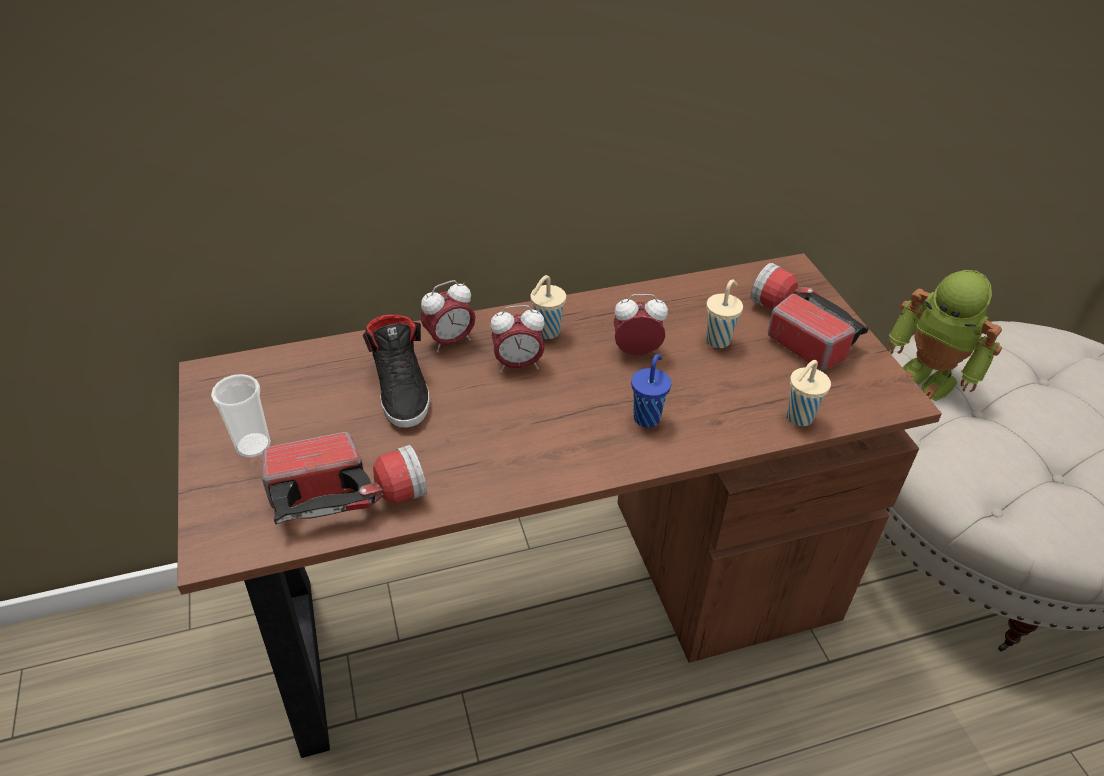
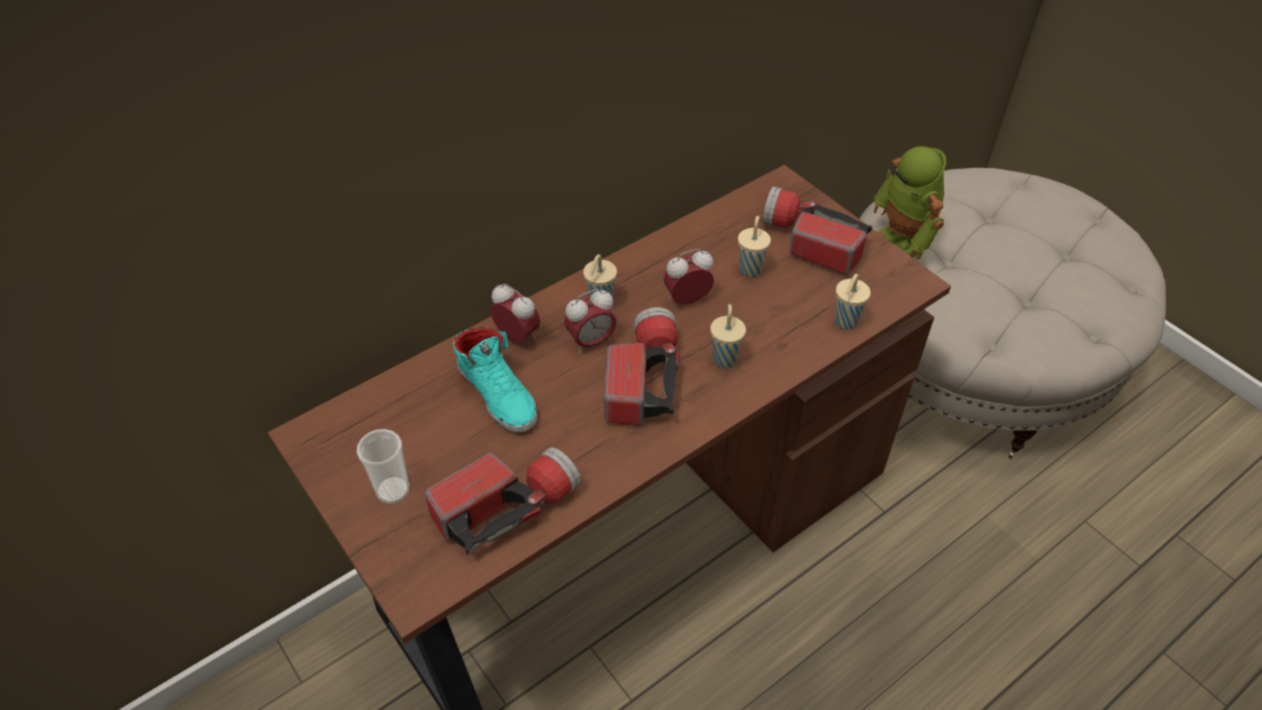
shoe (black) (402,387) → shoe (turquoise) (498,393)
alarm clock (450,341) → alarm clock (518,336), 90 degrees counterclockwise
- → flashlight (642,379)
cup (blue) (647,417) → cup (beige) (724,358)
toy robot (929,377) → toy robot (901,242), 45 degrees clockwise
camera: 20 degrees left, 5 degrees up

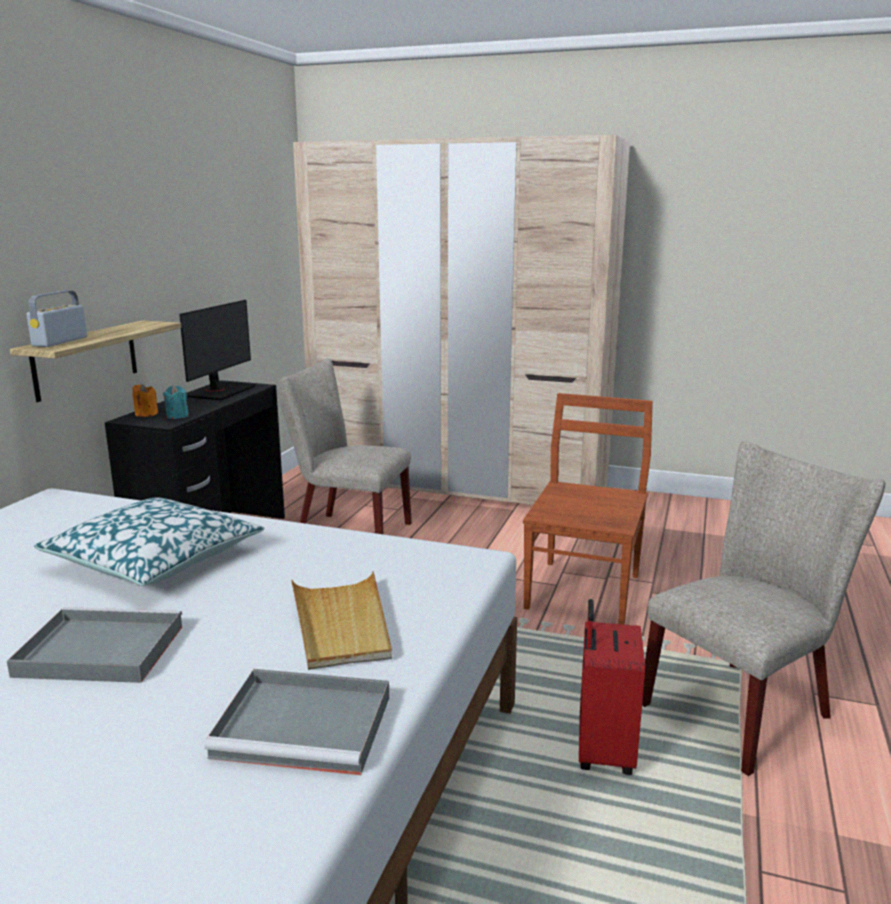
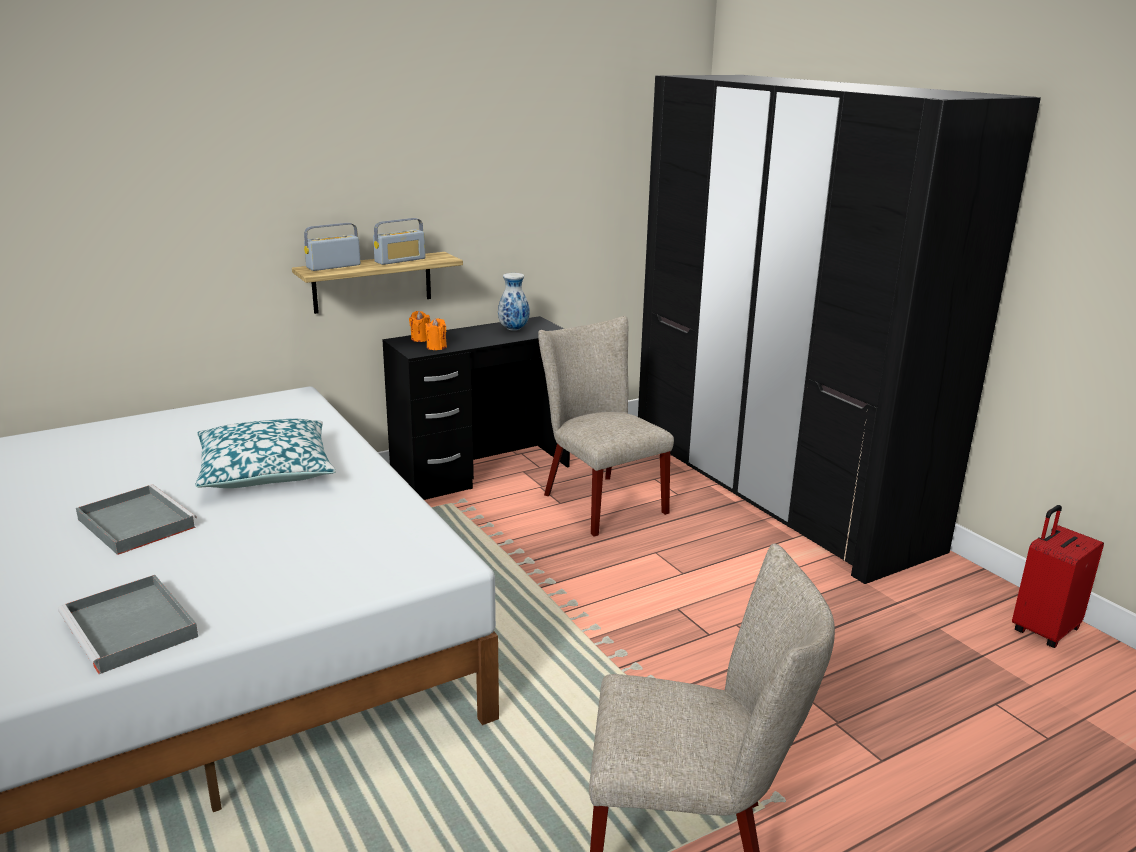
- → radio (400,260)
candle (turquoise) (177,416) → candle (orange) (436,347)
monitor (219,391) → vase (513,329)
wardrobe (beige) (459,487) → wardrobe (black) (775,491)
suitcase (red) (602,752) → suitcase (red) (1043,630), moved
tray (beige) (341,624) → -
chair (brown) (584,589) → -
camera: 40 degrees right, 5 degrees up

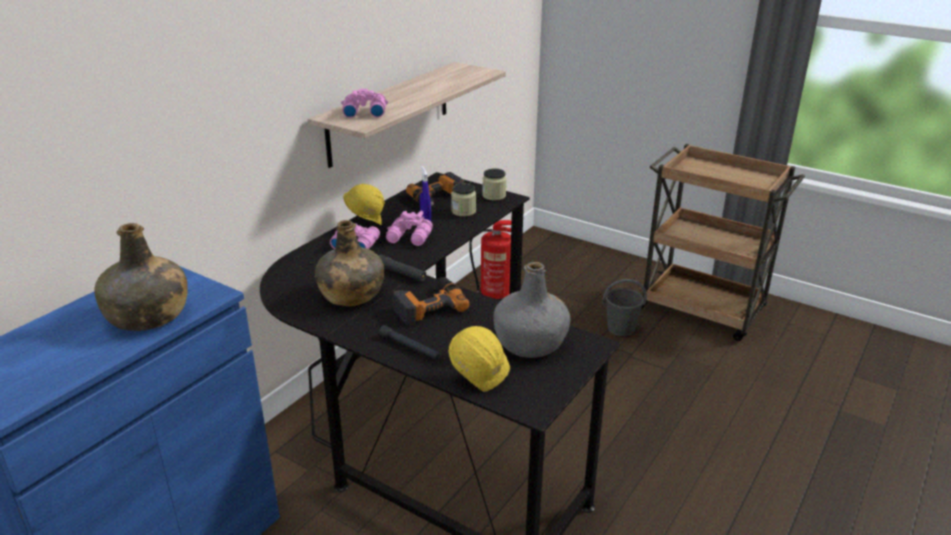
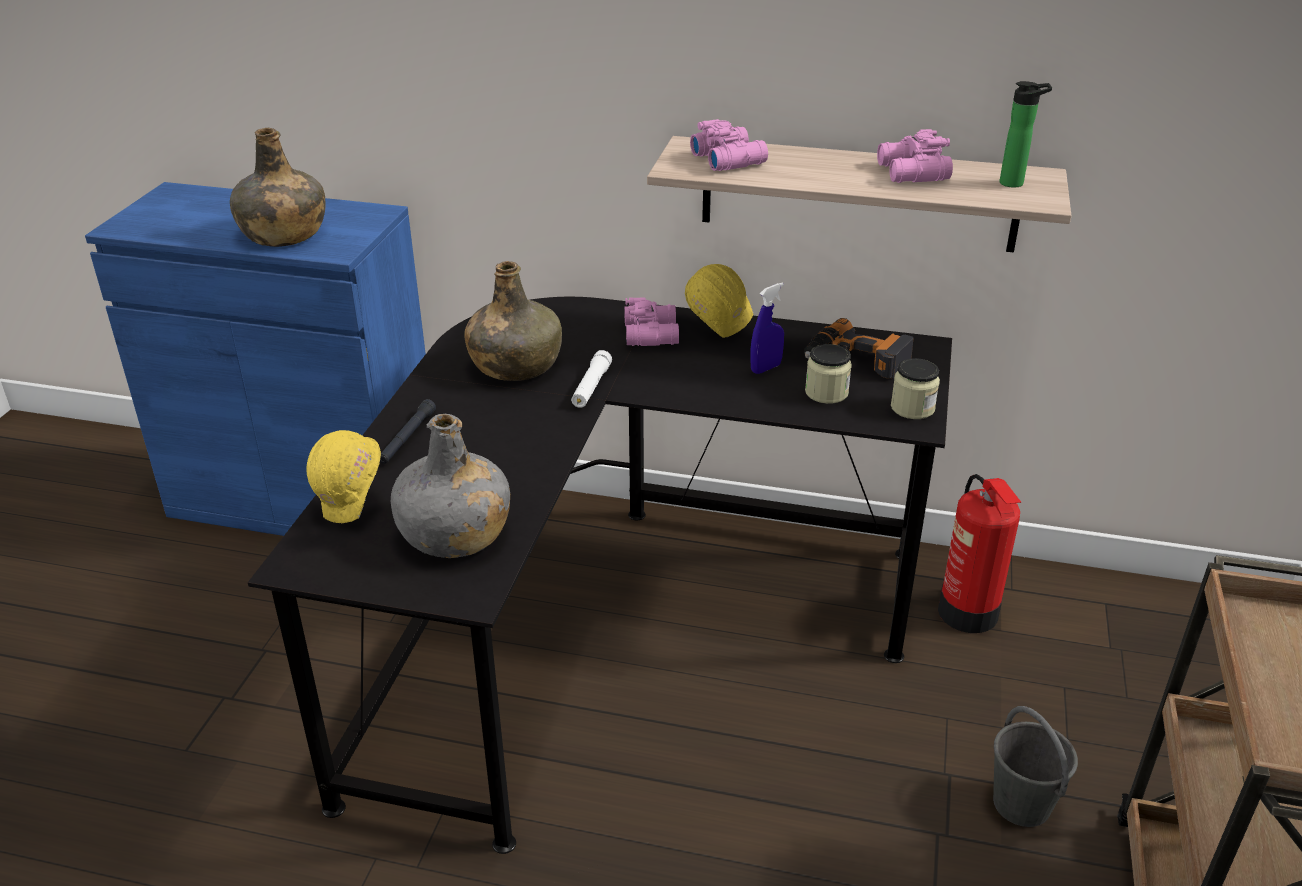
flashlight (black) (401,273) → flashlight (white) (591,387)
binoculars (pink) (410,238) → binoculars (pink) (911,173), moved
- → bottle (1015,183)
power drill (428,305) → -
camera: 70 degrees right, 5 degrees up

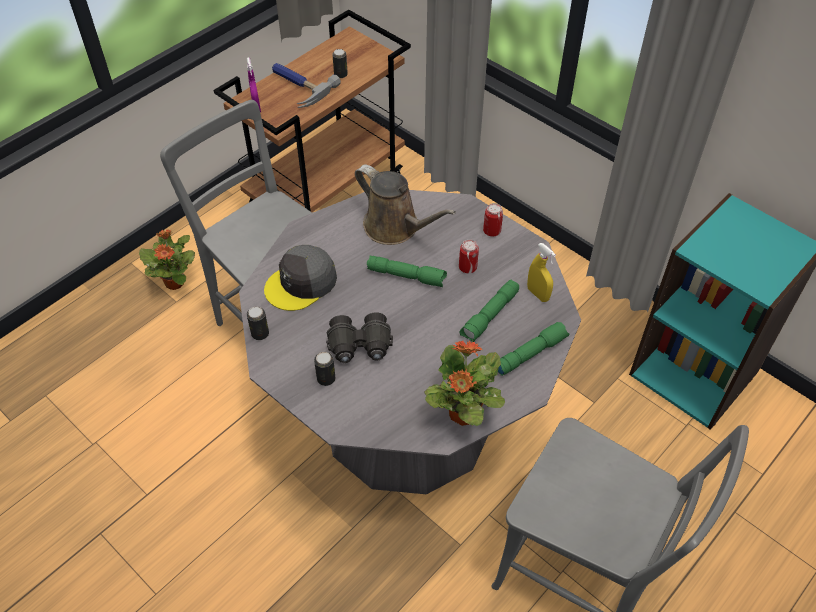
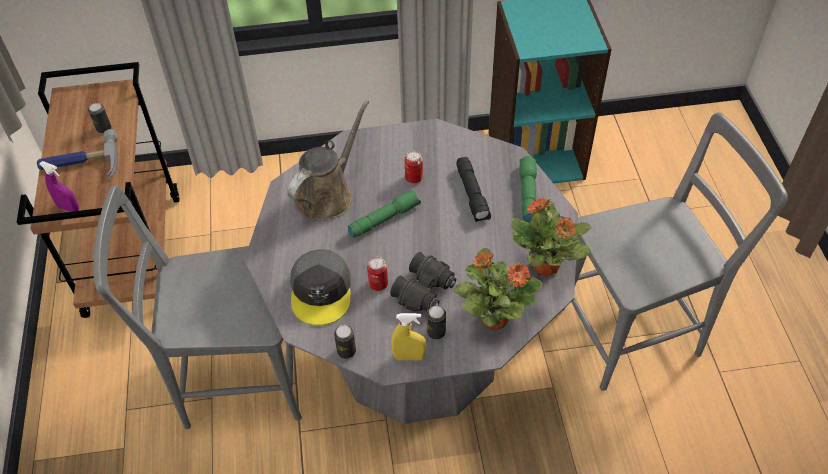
watering can (brown) (395,227) → watering can (brown) (327,195), 45 degrees counterclockwise
can (492,231) → can (378,284), moved
spray bottle (yellow) (538,294) → spray bottle (yellow) (409,356), moved
potted plant (175,282) → potted plant (493,318), moved
flashlight (green) (490,316) → flashlight (black) (473,194)
camera: 50 degrees left, 0 degrees up

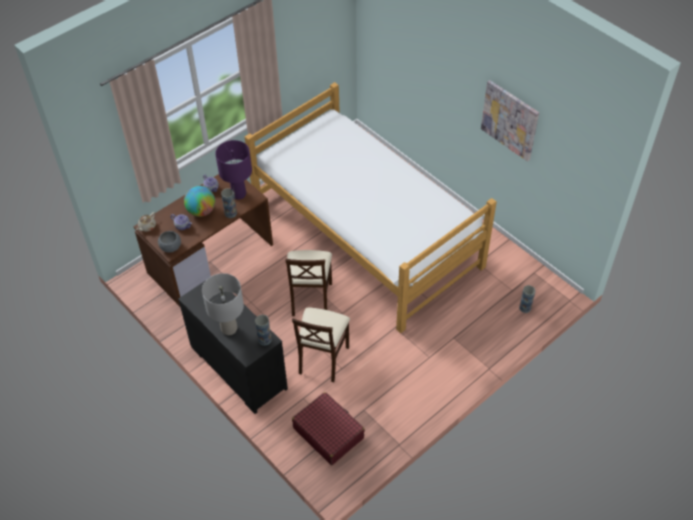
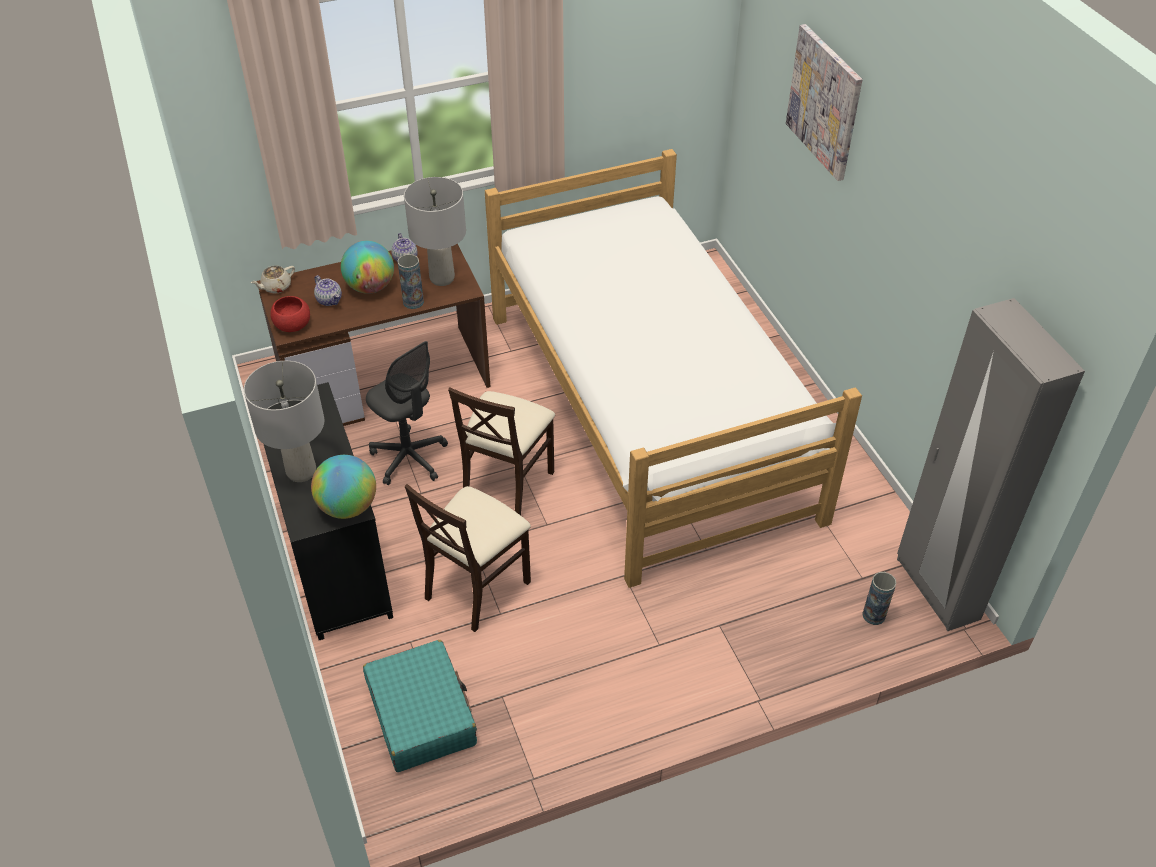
bowl (grey) (170,247) → bowl (red) (292,325)
vase (264,339) → globe (348,507)
suitcase (red) (328,432) → suitcase (turquoise) (421,714)
- → office chair (grey) (409,458)
table lamp (purple) (239,194) → table lamp (grey) (442,278)
picture (510,120) → picture (824,102), moved
- → wardrobe (grey) (936,589)
camera: 20 degrees right, 5 degrees down

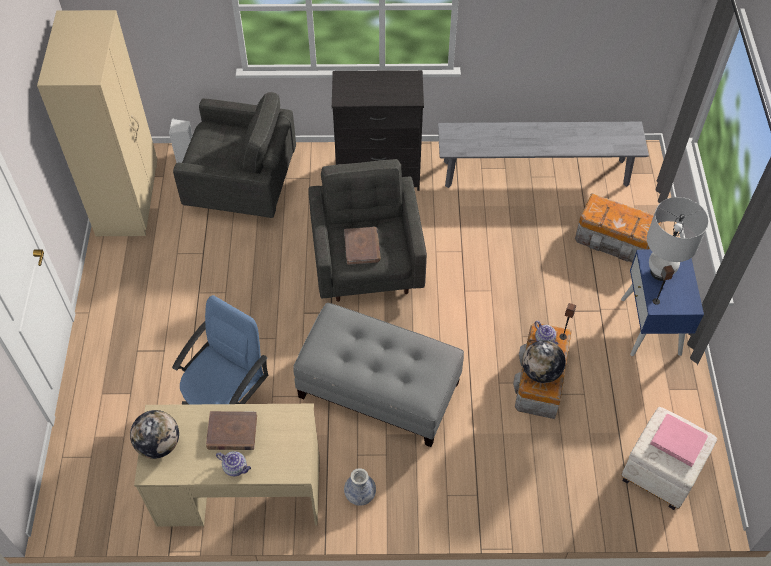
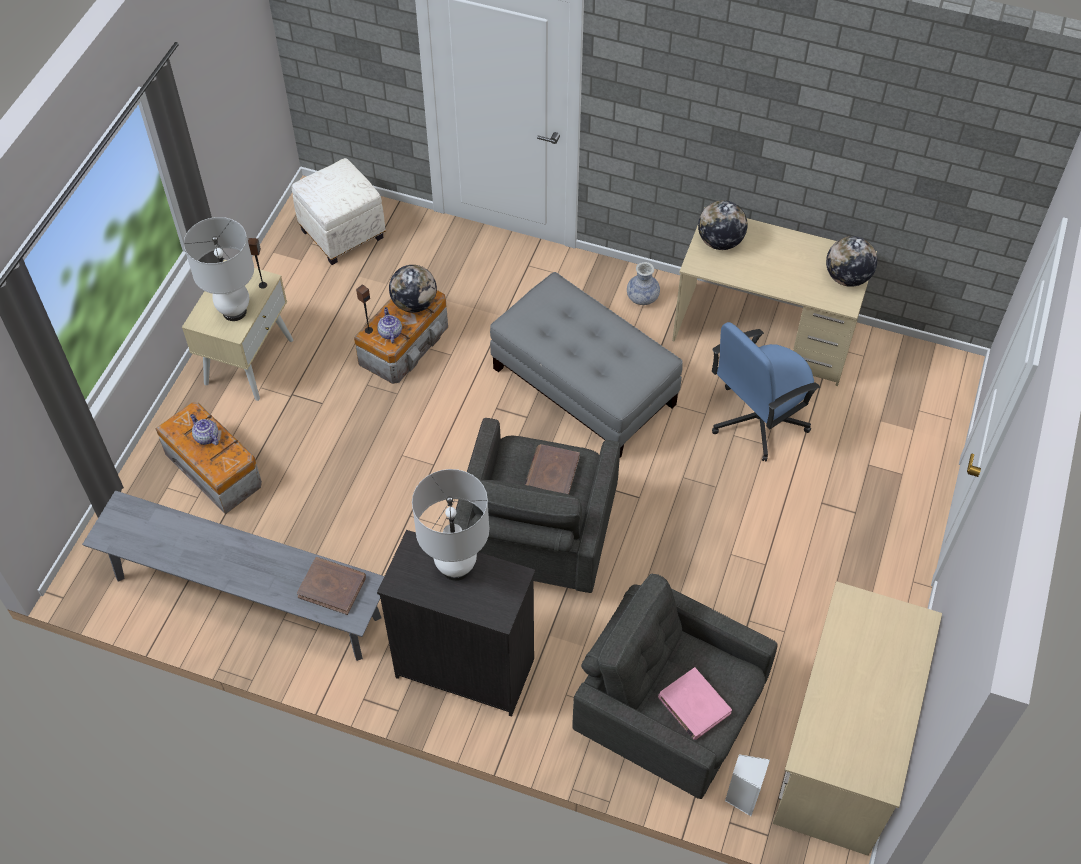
nightstand (blue) (651,326) → nightstand (beige) (249,361)
teapot (236,467) → teapot (206,437), moved
book (brown) (232,432) → book (brown) (332,587), moved
- → table lamp (white) (456,568)
book (pink) (678,440) → book (pink) (693,705), moved
- → globe (720,242)
wardrobe (beige) (128,199) → desk (beige) (842,746)
camera: 160 degrees left, 0 degrees up

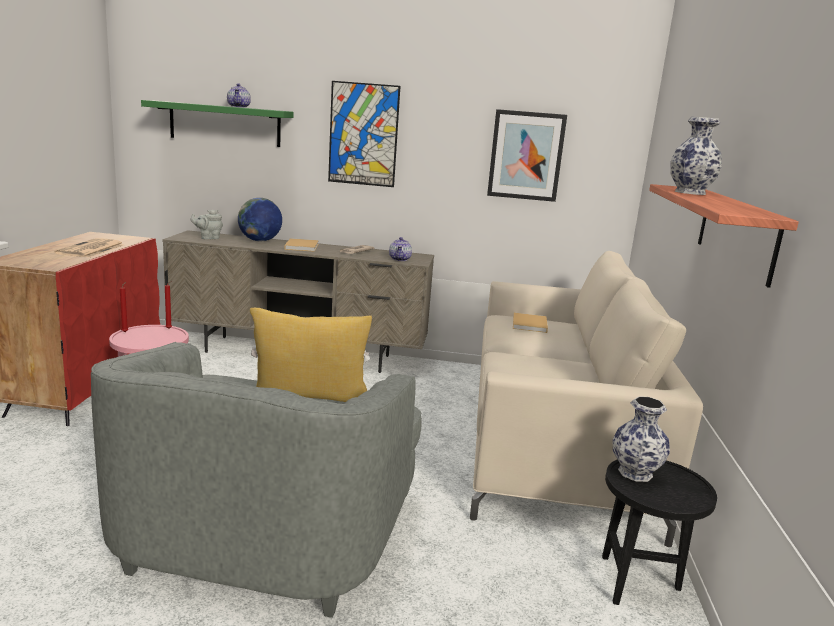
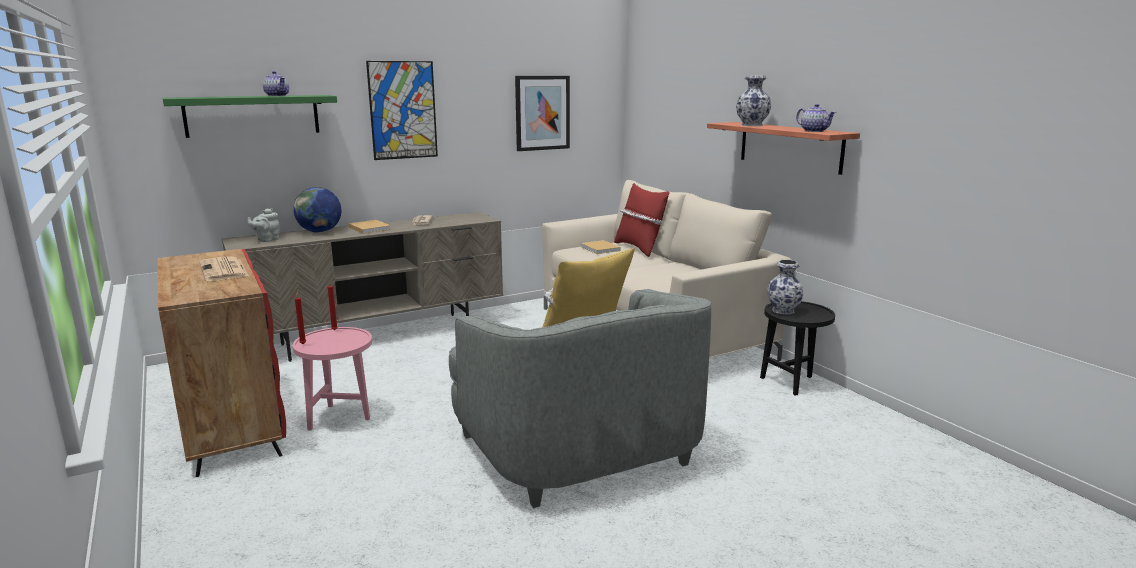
- → pillow (red) (639,248)
teapot (400,259) → teapot (814,131), moved
camera: 35 degrees left, 0 degrees up

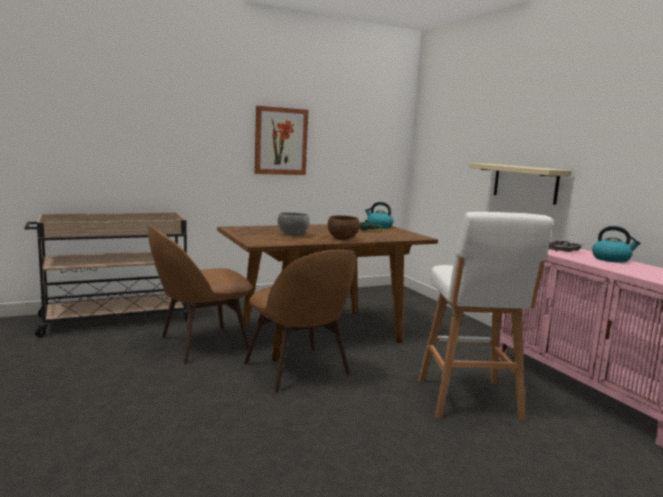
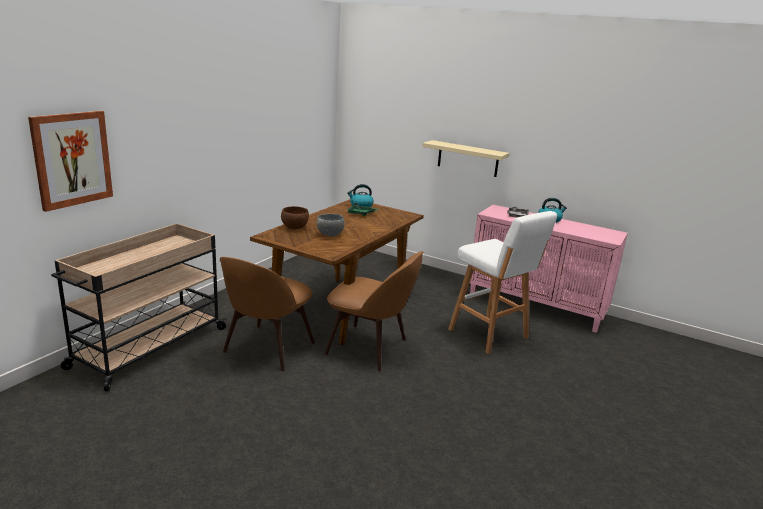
picture (281,141) → picture (72,159), moved
bowl (brown) (342,239) → bowl (brown) (294,227), moved
camera: 35 degrees left, 10 degrees up

